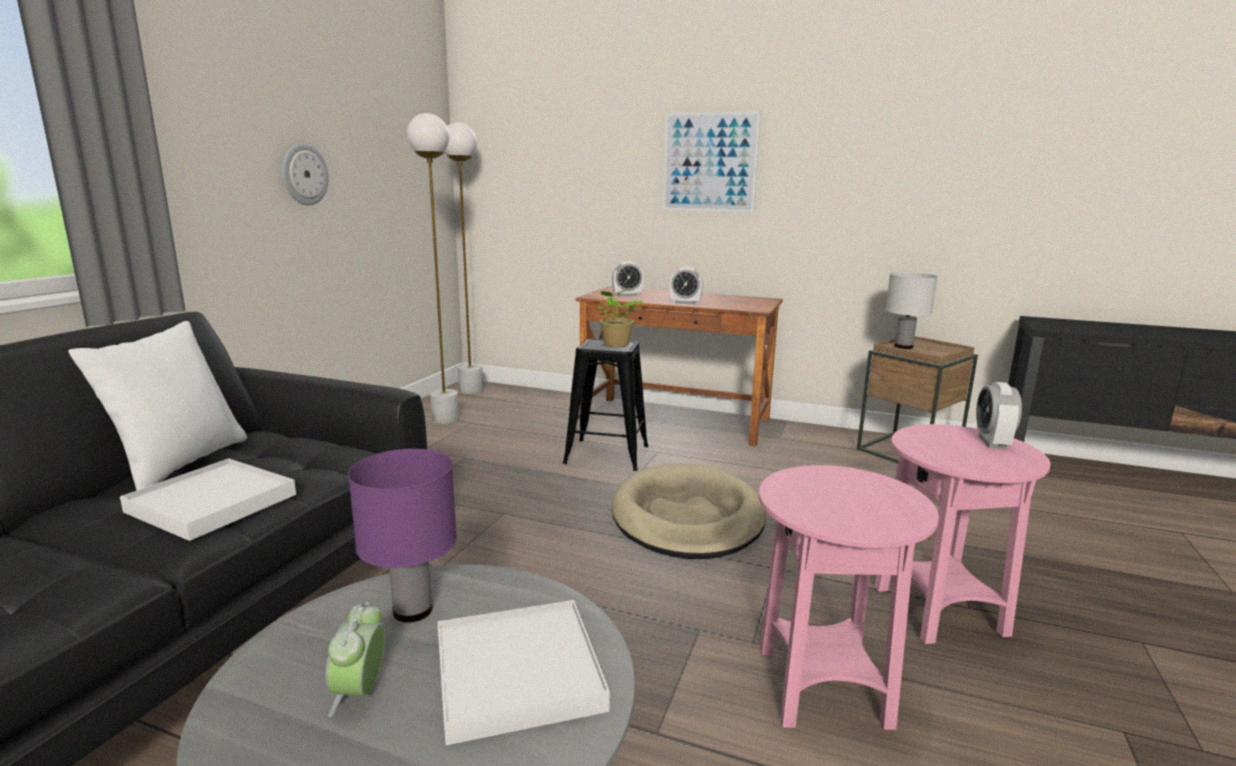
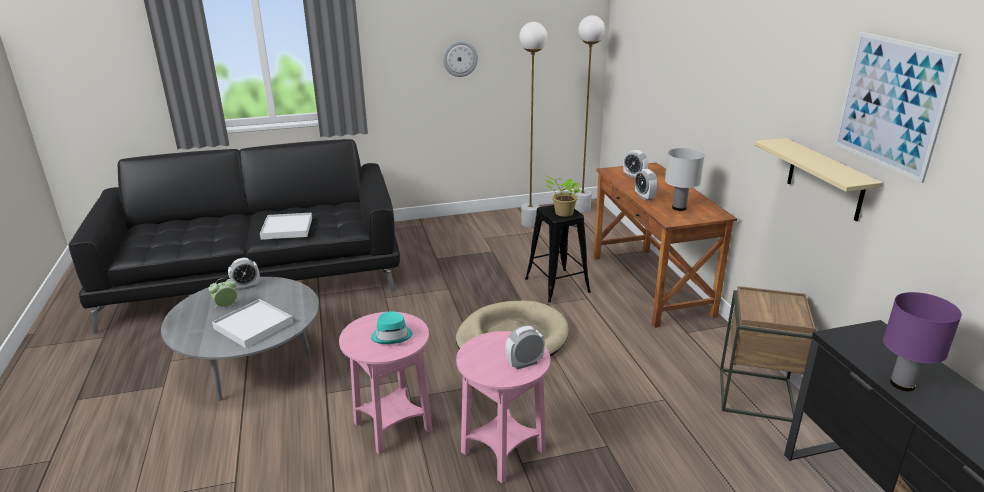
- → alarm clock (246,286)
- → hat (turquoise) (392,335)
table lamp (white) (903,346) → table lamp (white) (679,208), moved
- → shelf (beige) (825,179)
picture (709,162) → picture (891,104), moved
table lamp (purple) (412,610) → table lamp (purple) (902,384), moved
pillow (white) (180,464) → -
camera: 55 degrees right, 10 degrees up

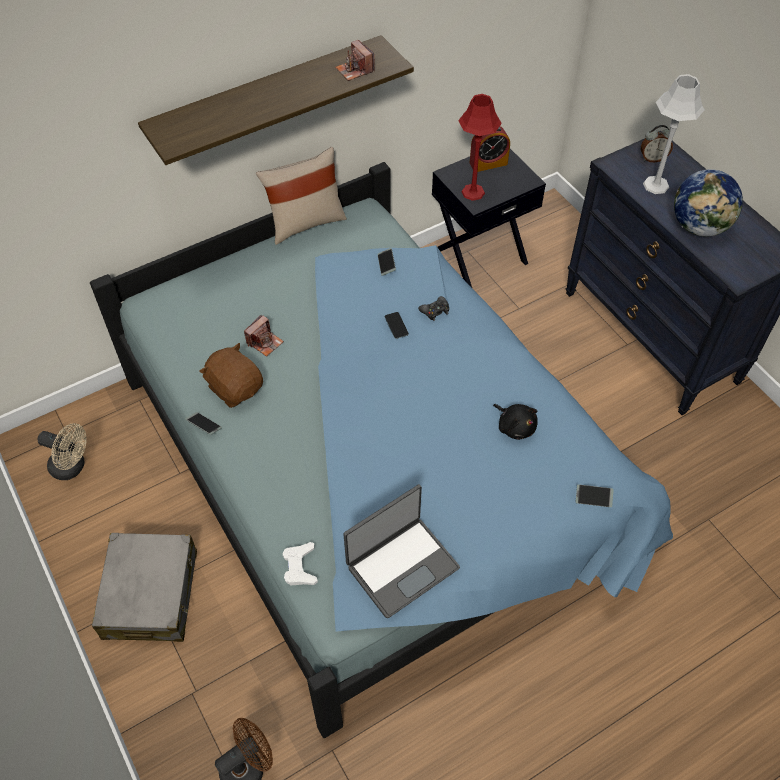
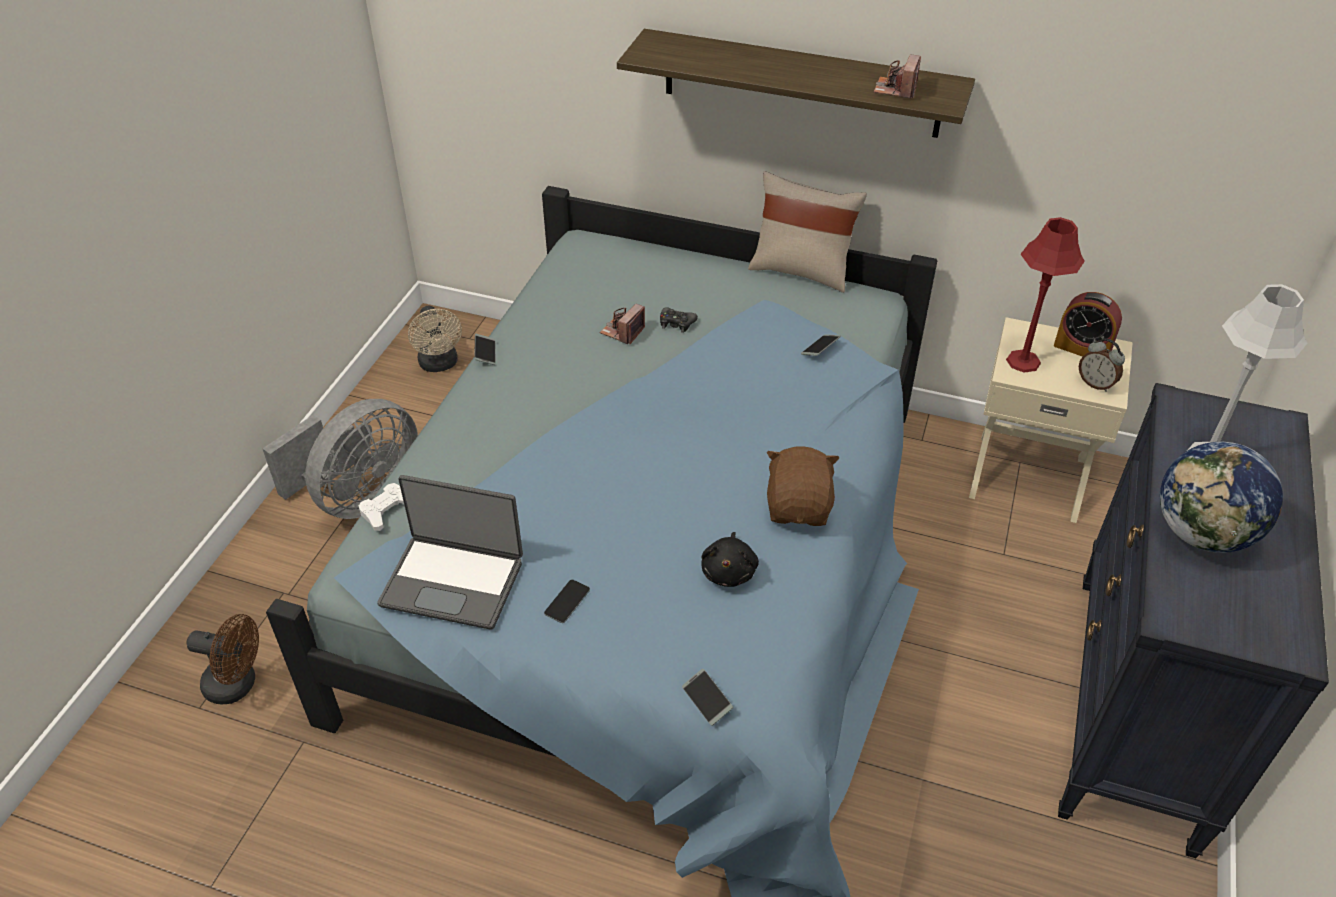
suitcase (grey) (151,594) → fan (grey) (360,497)
phone (396,325) → phone (567,601), moved
photo camera (265,342) → photo camera (623,332), 120 degrees clockwise
game controller (black) (435,311) → game controller (black) (676,323), moved
plush toy (brown) (235,388) → plush toy (brown) (799,507), moved
nightstand (black) (479,255) → nightstand (beige) (1027,475)
alarm clock (652,158) → alarm clock (1095,383), moved
camera: 50 degrees right, 10 degrees down

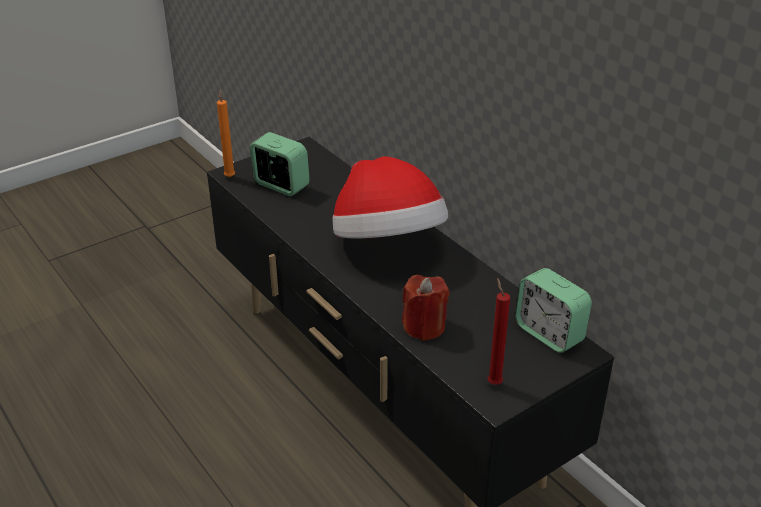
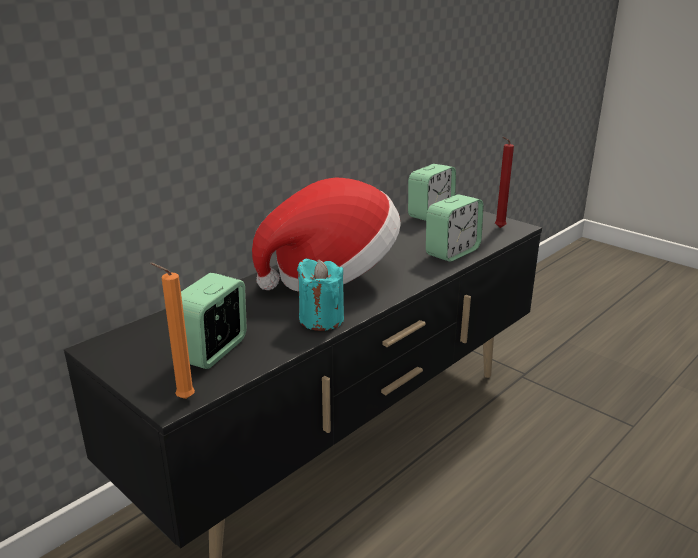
- → candle (turquoise) (321,319)
candle (red) (424,327) → alarm clock (452,252)
camera: 100 degrees left, 10 degrees down

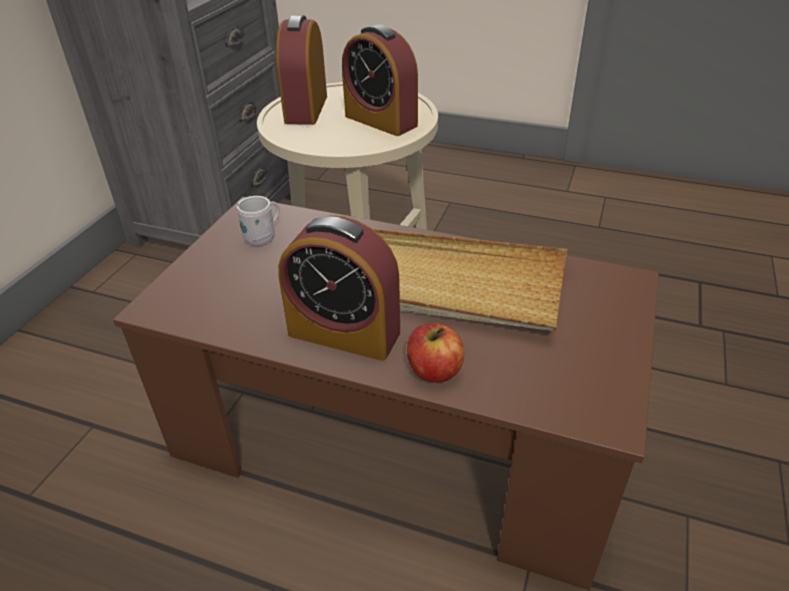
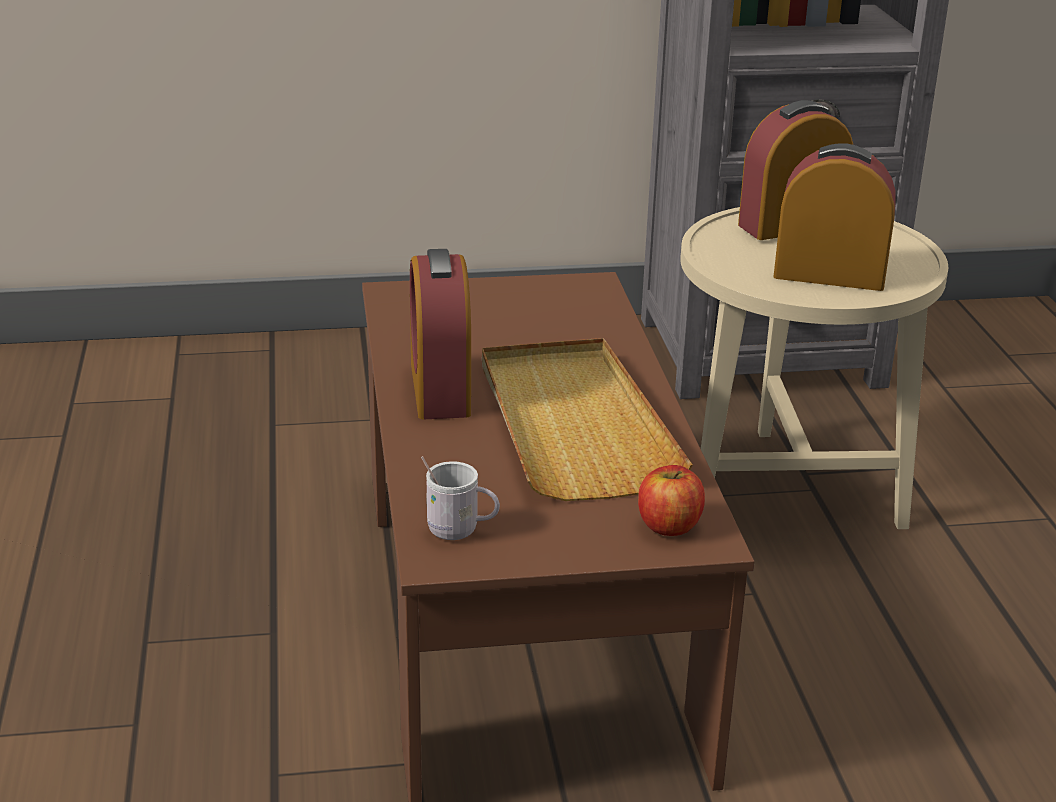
mug (white) (263,237) → mug (white) (460,531), moved
apple (434,370) → apple (669,525), moved
alarm clock (381,121) → alarm clock (829,275), 90 degrees clockwise
camera: 60 degrees right, 10 degrees down

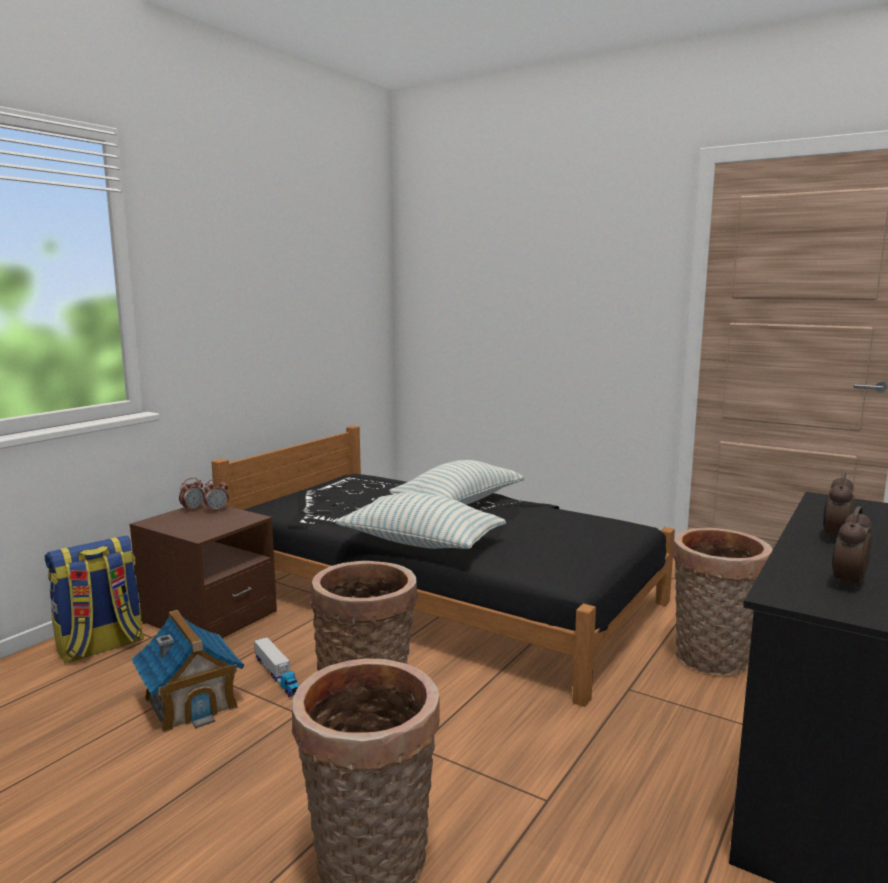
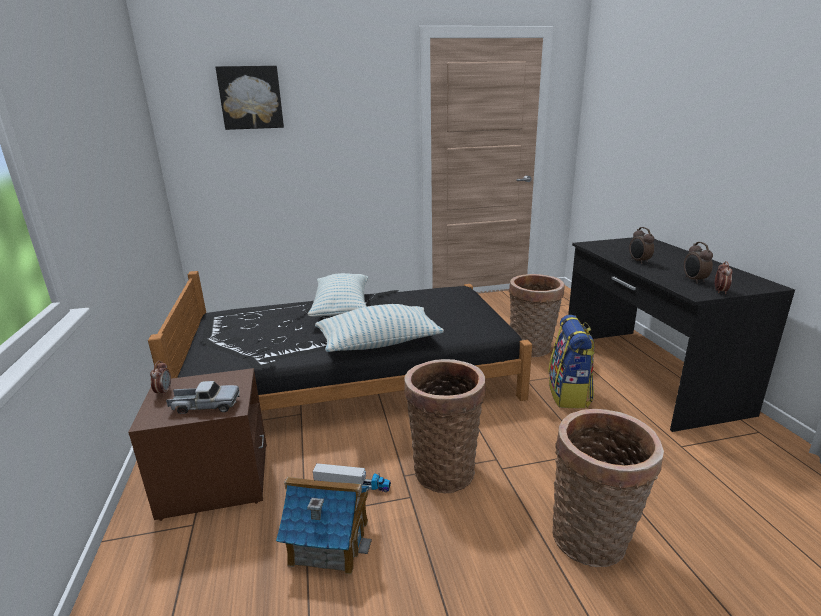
- → toy truck (205,406)
- → picture (251,98)
backpack (100,647) → backpack (569,394), moved
alarm clock (217,510) → alarm clock (720,291), moved
camera: 45 degrees left, 10 degrees up

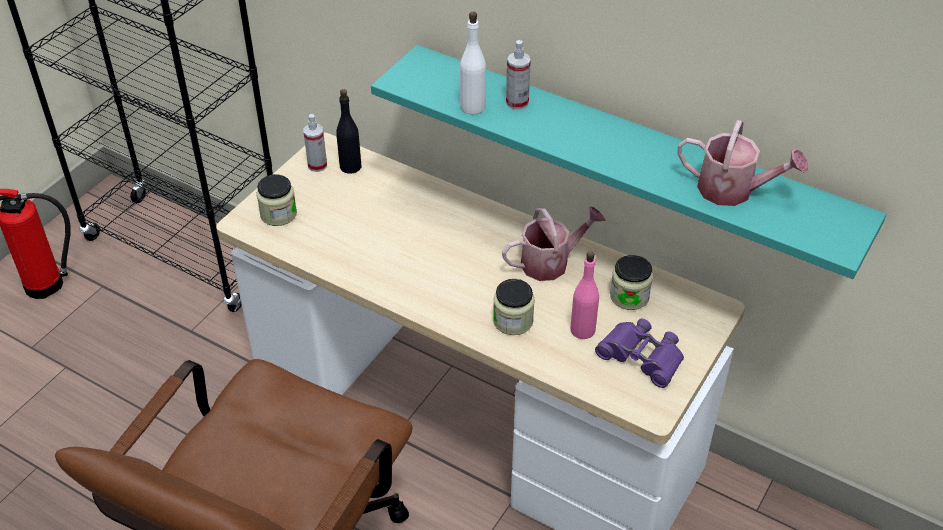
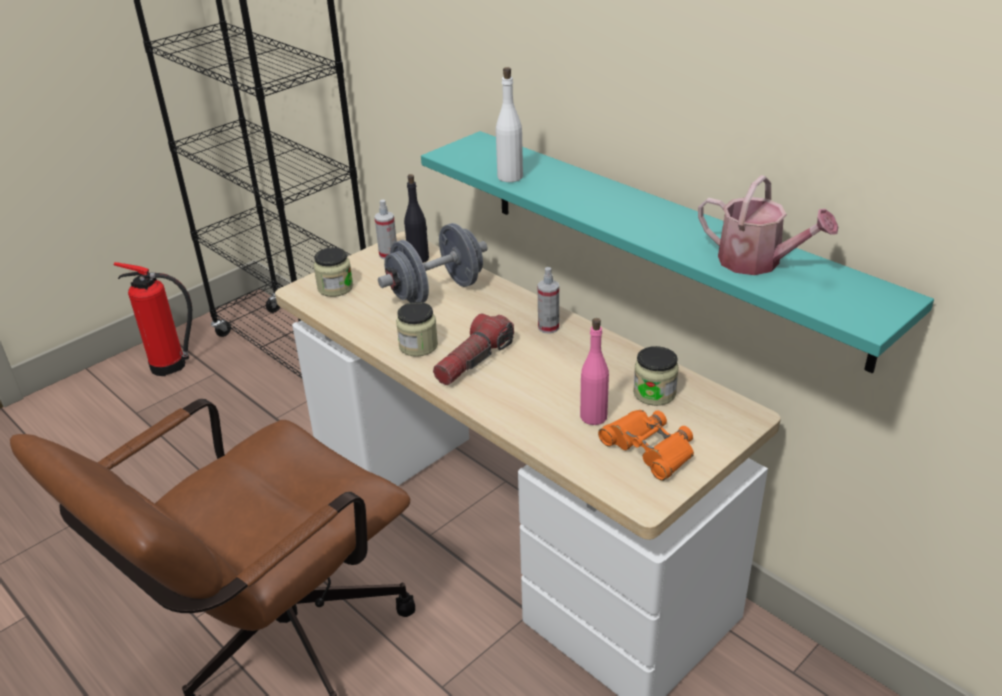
- → dumbbell (grey) (436,291)
jar (513,321) → jar (418,346), moved
- → flashlight (474,360)
spray bottle (517,102) → spray bottle (548,327), moved
binoculars (purple) (641,357) → binoculars (orange) (649,449)
watering can (551,262) → -
camera: 15 degrees right, 10 degrees down

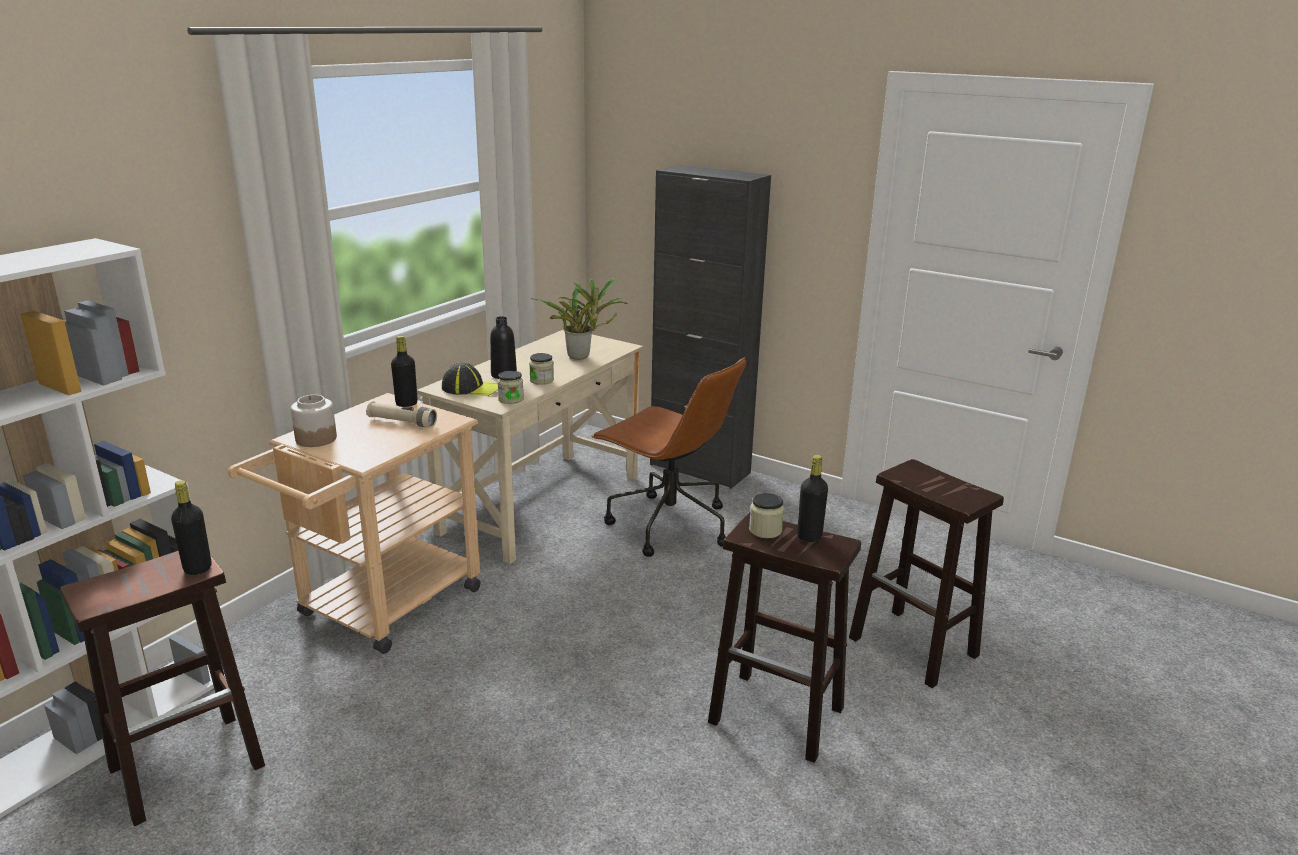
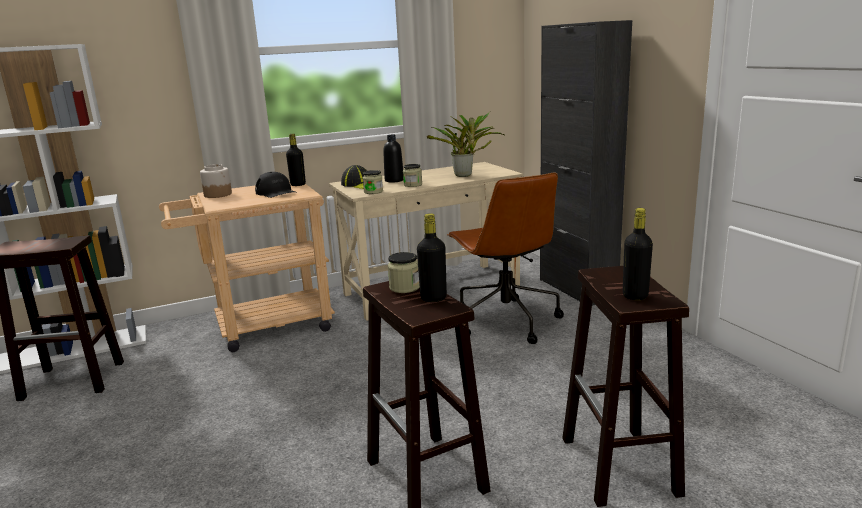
flashlight (beige) (402,422) → cap (black) (276,192)
bottle (black) (197,568) → bottle (black) (635,296), moved
camera: 35 degrees right, 5 degrees down

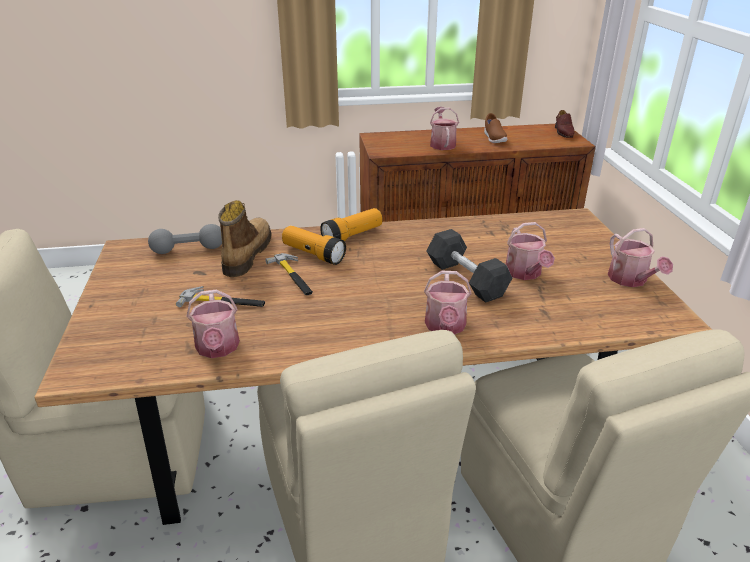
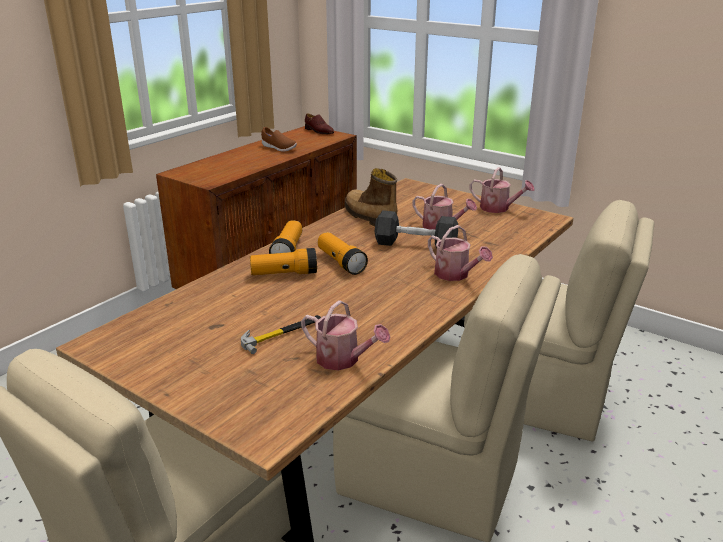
- → flashlight (341,262)
boot (246,254) → boot (369,217), moved
dumbbell (grey) (188,250) → -
hammer (293,276) → -
watering can (442,144) → -
camera: 45 degrees left, 5 degrees down

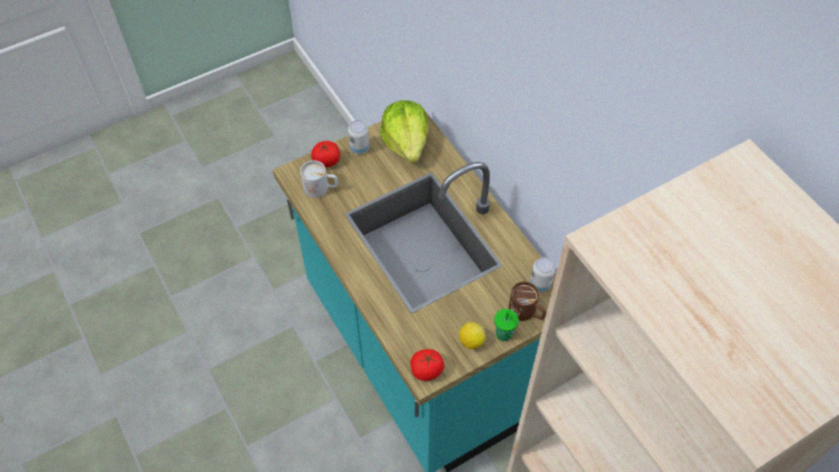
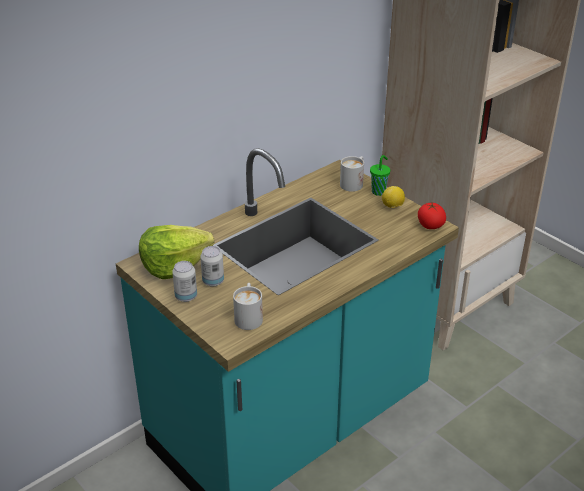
can (540,284) → can (213,281), moved
mug (brown) (527,313) → mug (white) (354,183)
tomato (326,161) → -
camera: 100 degrees left, 20 degrees down

